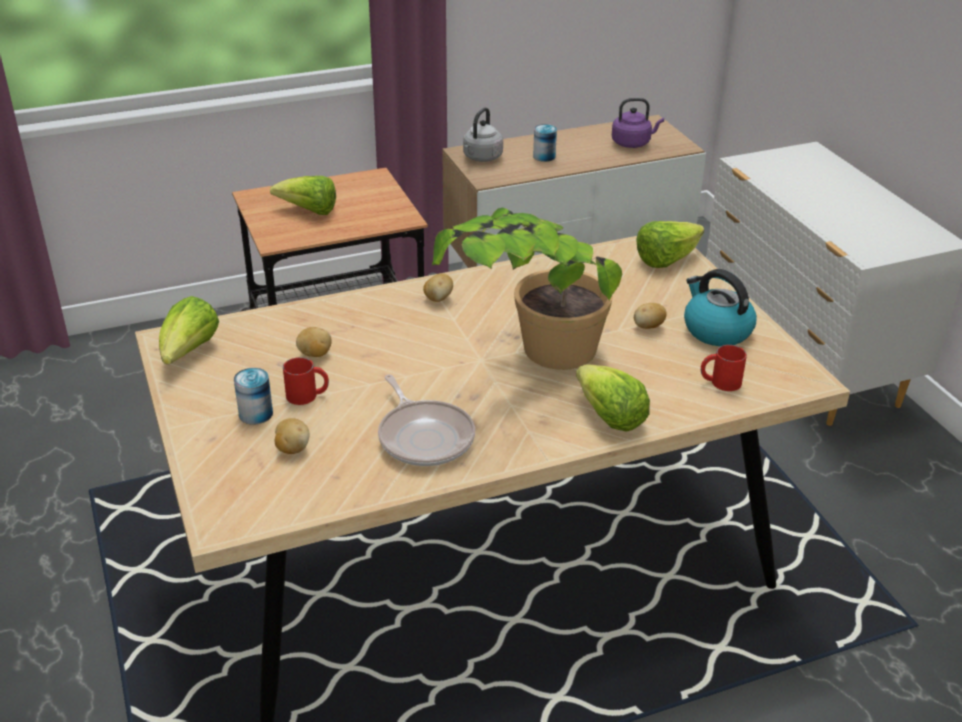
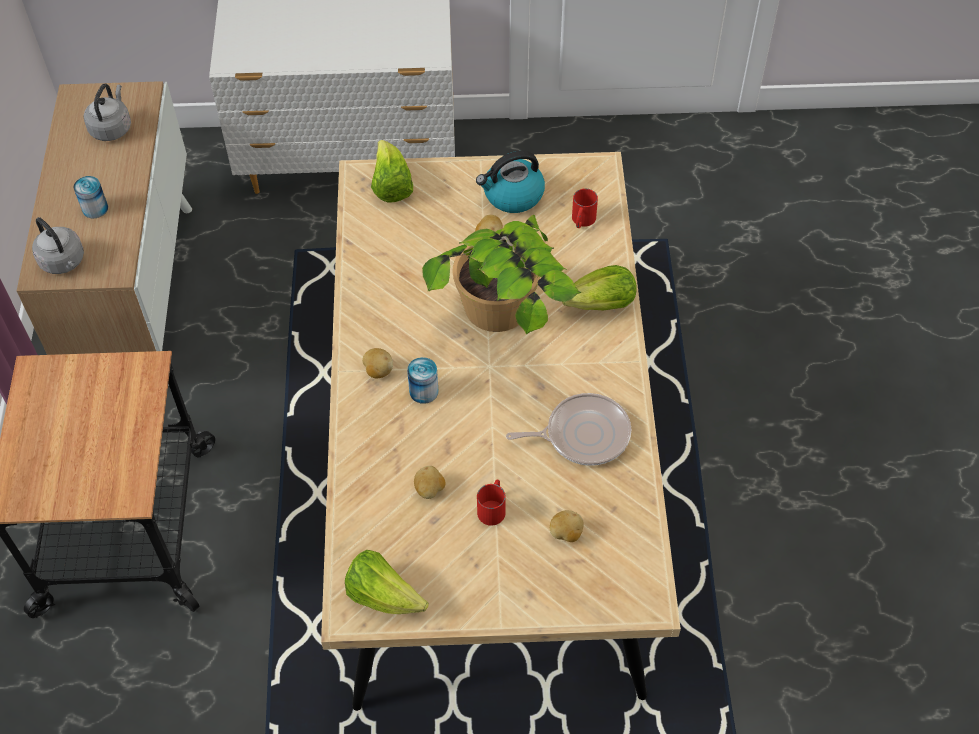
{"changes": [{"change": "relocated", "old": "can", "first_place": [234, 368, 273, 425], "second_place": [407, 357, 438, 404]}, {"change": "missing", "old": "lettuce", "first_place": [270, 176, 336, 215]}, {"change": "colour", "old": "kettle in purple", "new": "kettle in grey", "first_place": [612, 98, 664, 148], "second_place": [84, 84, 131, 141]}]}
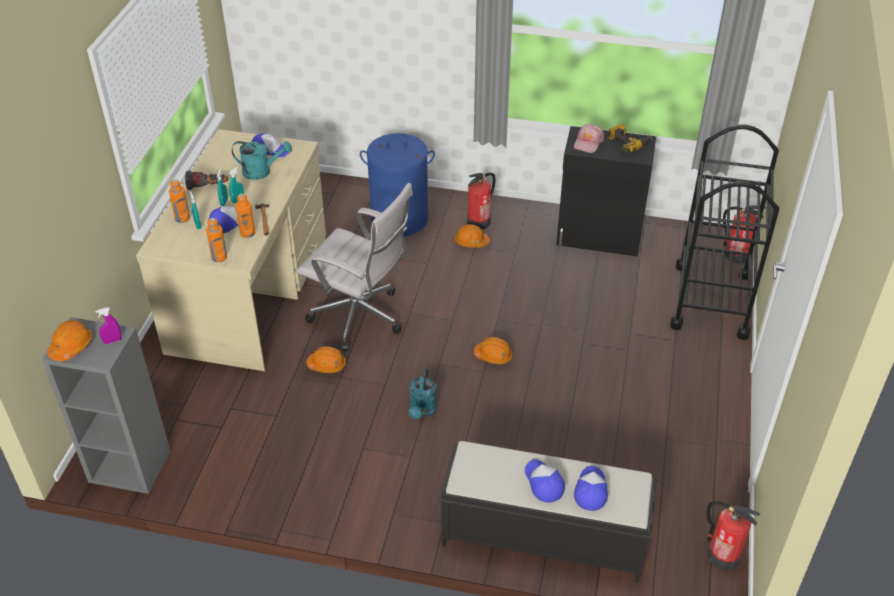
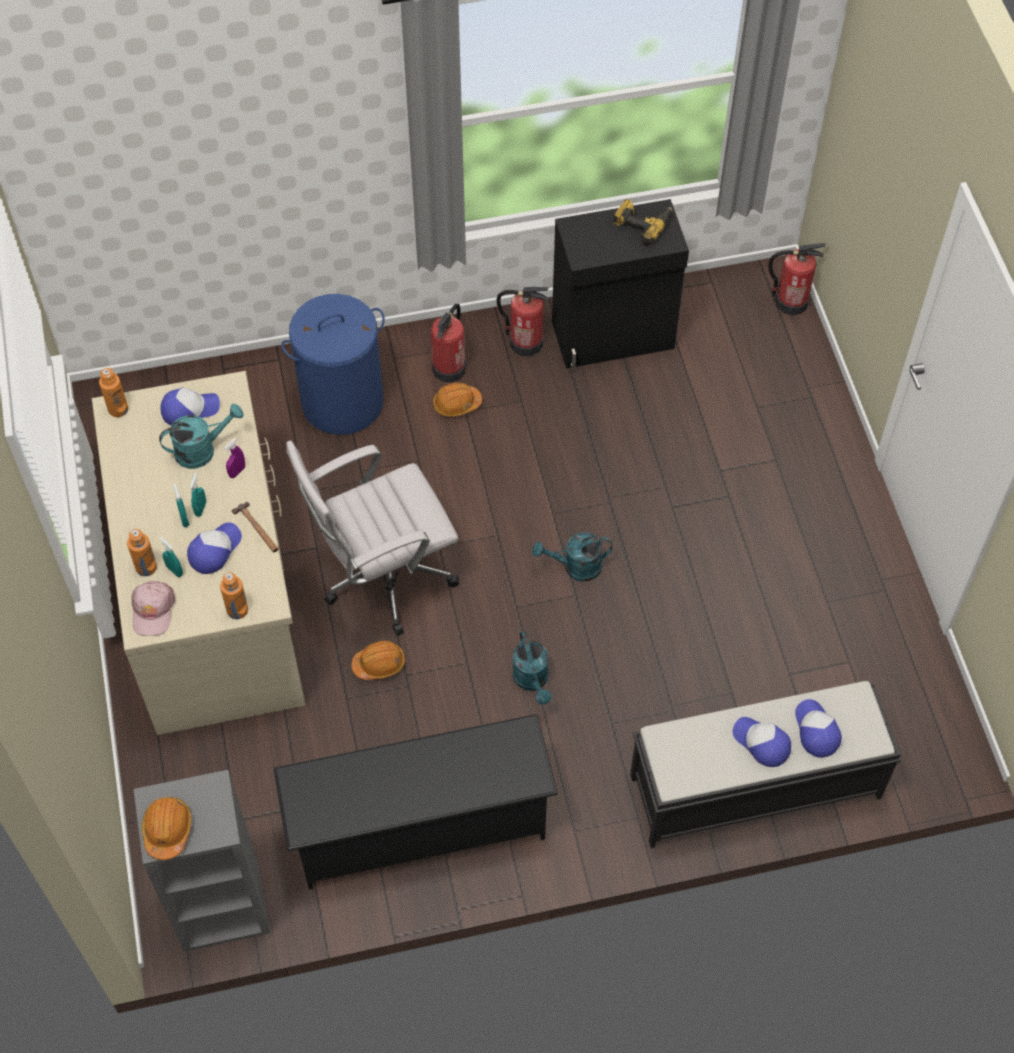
{"changes": [{"change": "relocated", "old": "spray bottle in purple", "first_place": [95, 307, 121, 344], "second_place": [224, 438, 245, 478]}, {"change": "missing", "old": "flashlight", "first_place": [185, 171, 228, 190]}, {"change": "relocated", "old": "bottle in orange", "first_place": [235, 194, 255, 238], "second_place": [99, 368, 128, 417]}, {"change": "spun", "old": "office chair in white", "first_place": [297, 183, 413, 352], "second_place": [286, 440, 459, 636], "degrees": 150}, {"change": "exchanged", "old": "hard hat in orange", "new": "watering can in turquoise", "first_place": [474, 337, 513, 364], "second_place": [532, 532, 612, 582]}, {"change": "relocated", "old": "cap in pink", "first_place": [574, 124, 605, 153], "second_place": [131, 581, 175, 636]}, {"change": "missing", "old": "cart in black", "first_place": [670, 125, 779, 340]}, {"change": "relocated", "old": "fire extinguisher", "first_place": [706, 501, 760, 570], "second_place": [497, 287, 549, 356]}, {"change": "appeared", "new": "shoe rack in black", "second_place": [273, 714, 558, 890]}]}
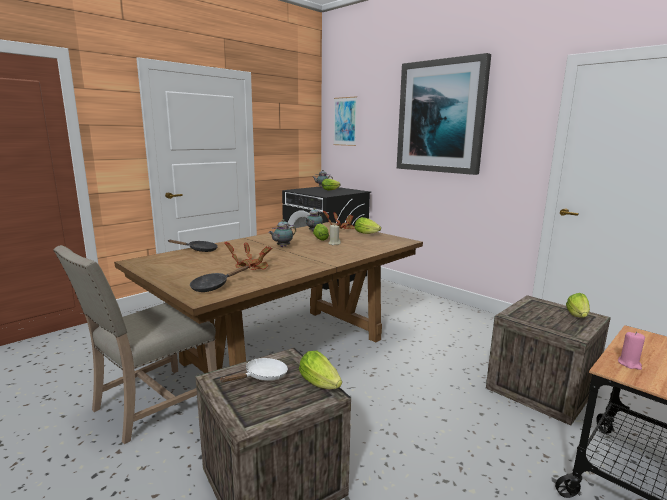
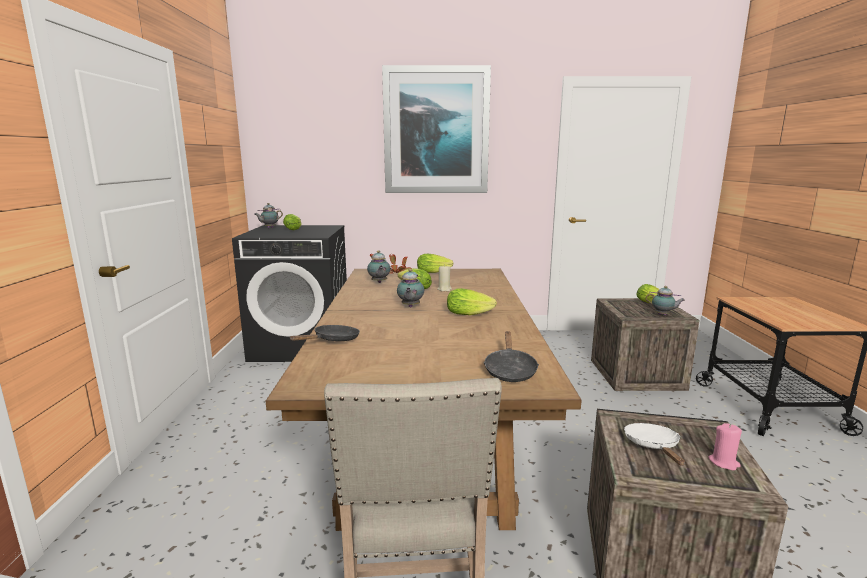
{"changes": [{"change": "missing", "old": "potted plant", "first_place": [224, 242, 272, 270]}, {"change": "relocated", "old": "lettuce", "first_place": [299, 351, 342, 389], "second_place": [447, 288, 497, 315]}, {"change": "missing", "old": "picture", "first_place": [333, 96, 357, 146]}, {"change": "relocated", "old": "candle in pink", "first_place": [618, 332, 645, 370], "second_place": [708, 423, 742, 470]}, {"change": "appeared", "new": "teapot", "second_place": [646, 286, 685, 315]}]}
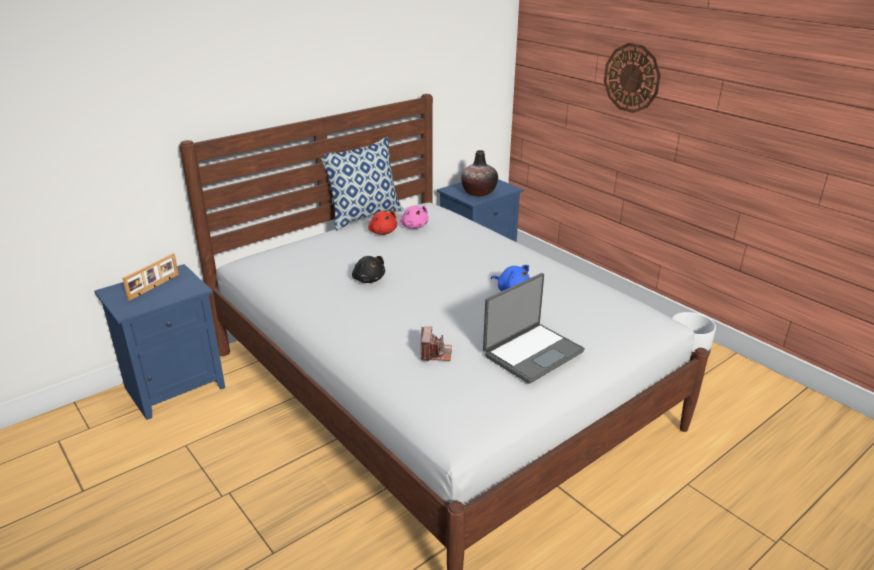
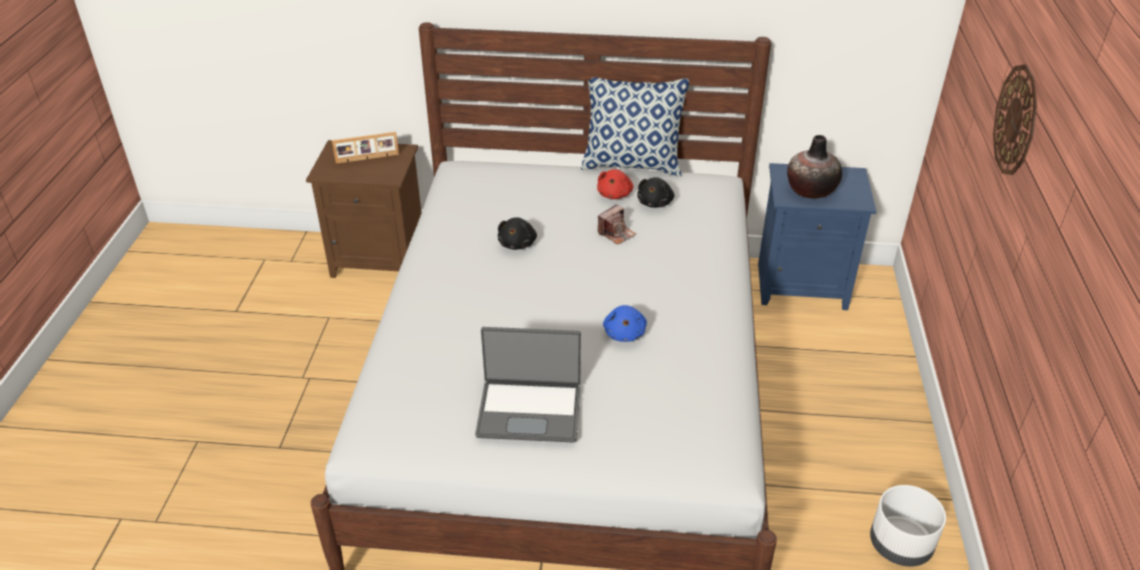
{"changes": [{"change": "colour", "old": "nightstand in blue", "new": "nightstand in brown", "first_place": [94, 264, 225, 420], "second_place": [306, 140, 422, 278]}, {"change": "colour", "old": "plush toy in pink", "new": "plush toy in black", "first_place": [400, 206, 429, 229], "second_place": [638, 177, 674, 208]}, {"change": "relocated", "old": "photo camera", "first_place": [421, 326, 452, 361], "second_place": [598, 204, 636, 244]}]}
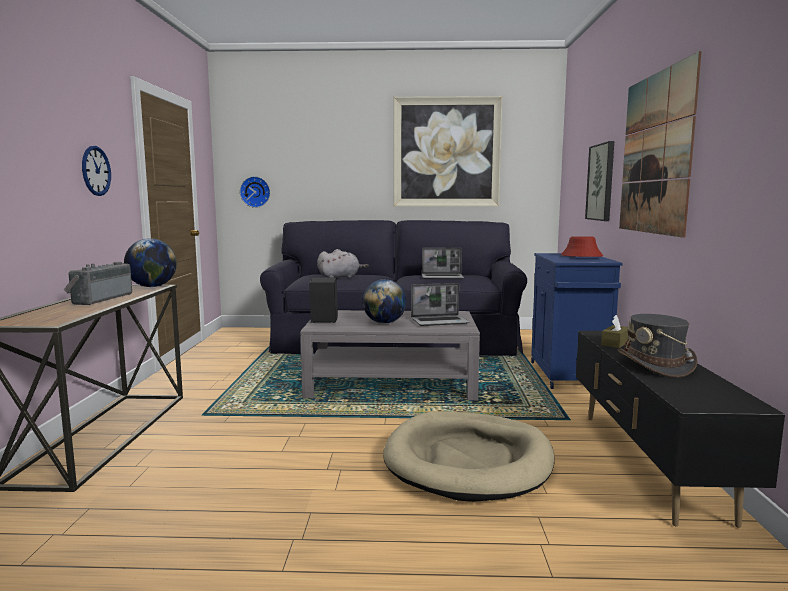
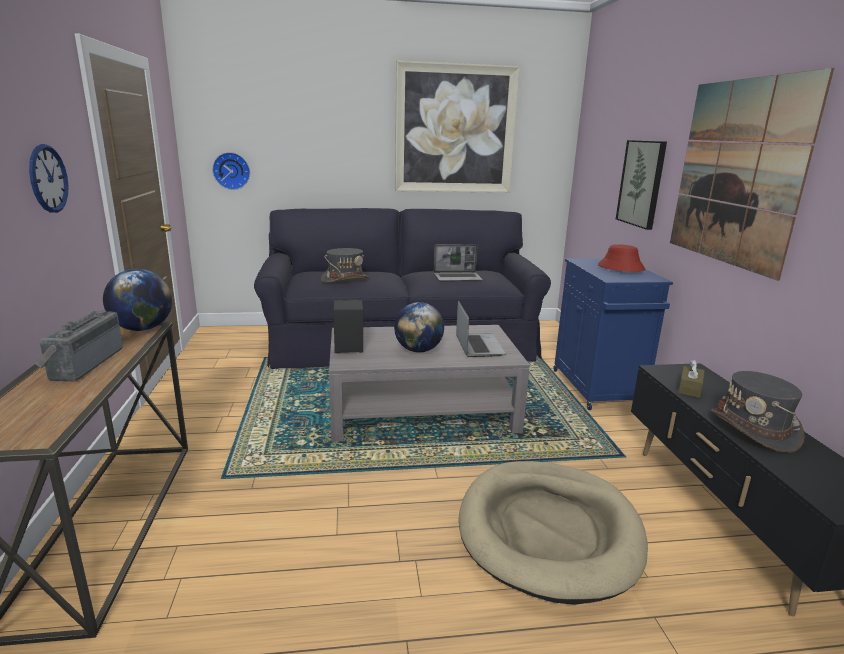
{"changes": [{"change": "exchanged", "old": "plush toy in grey", "new": "hat in grey", "first_place": [317, 249, 369, 278], "second_place": [321, 248, 370, 283]}, {"change": "spun", "old": "laptop", "first_place": [411, 283, 470, 326], "second_place": [456, 301, 506, 357], "degrees": -75}]}
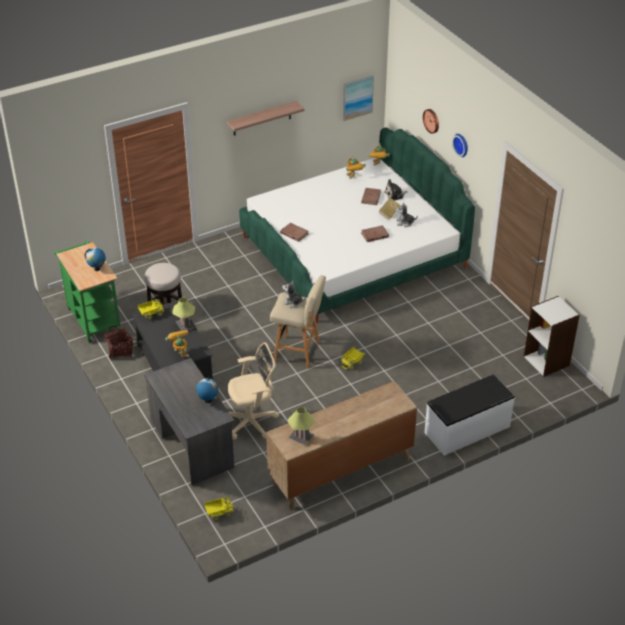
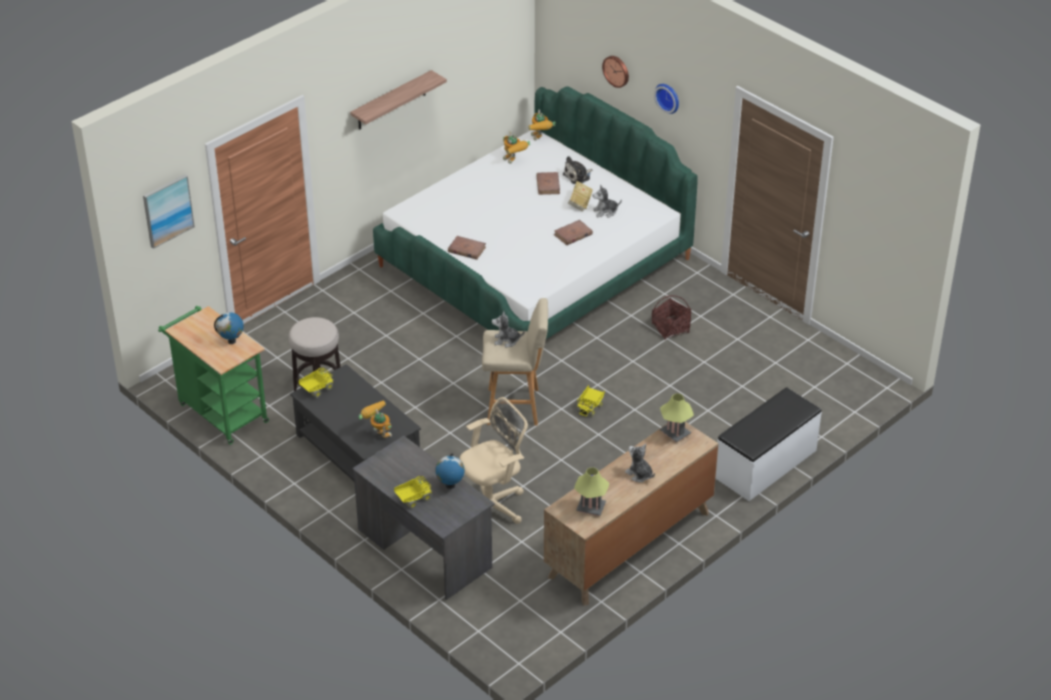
{"changes": [{"change": "relocated", "old": "basket", "first_place": [104, 326, 133, 359], "second_place": [652, 295, 692, 340]}, {"change": "relocated", "old": "table lamp", "first_place": [172, 297, 195, 331], "second_place": [660, 393, 694, 443]}, {"change": "relocated", "old": "toy truck", "first_place": [205, 497, 234, 521], "second_place": [394, 476, 432, 509]}, {"change": "relocated", "old": "picture", "first_place": [343, 75, 374, 121], "second_place": [143, 174, 195, 249]}, {"change": "missing", "old": "bookcase in white", "first_place": [524, 296, 580, 377]}, {"change": "appeared", "new": "plush toy", "second_place": [625, 444, 655, 482]}]}
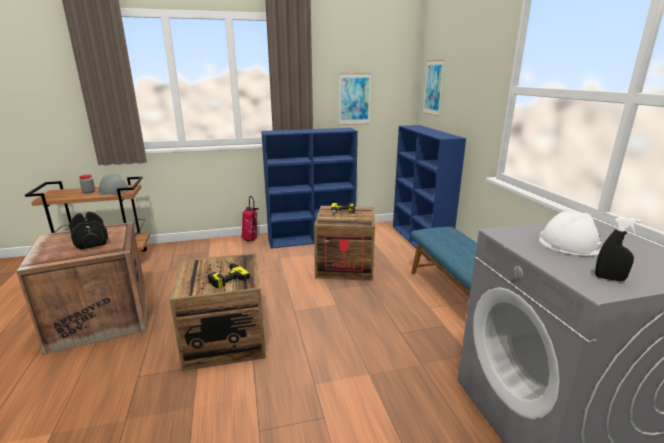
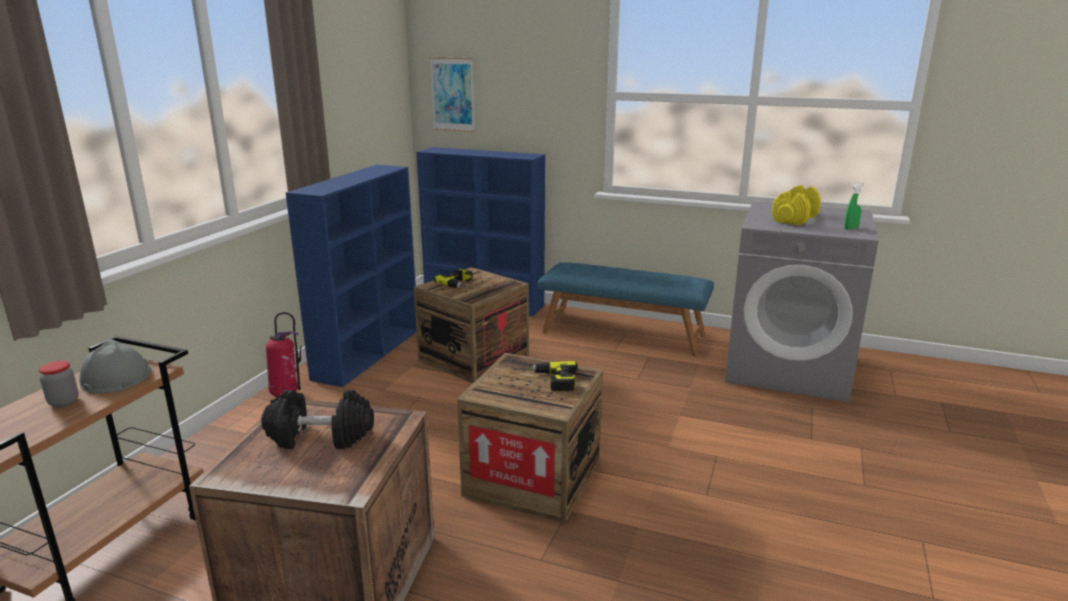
{"changes": [{"change": "missing", "old": "picture", "first_place": [339, 73, 371, 125]}, {"change": "exchanged", "old": "hard hat in white", "new": "dumbbell in yellow", "first_place": [539, 211, 603, 256], "second_place": [772, 185, 821, 226]}, {"change": "colour", "old": "spray bottle in black", "new": "spray bottle in green", "first_place": [595, 217, 641, 281], "second_place": [844, 183, 864, 230]}]}
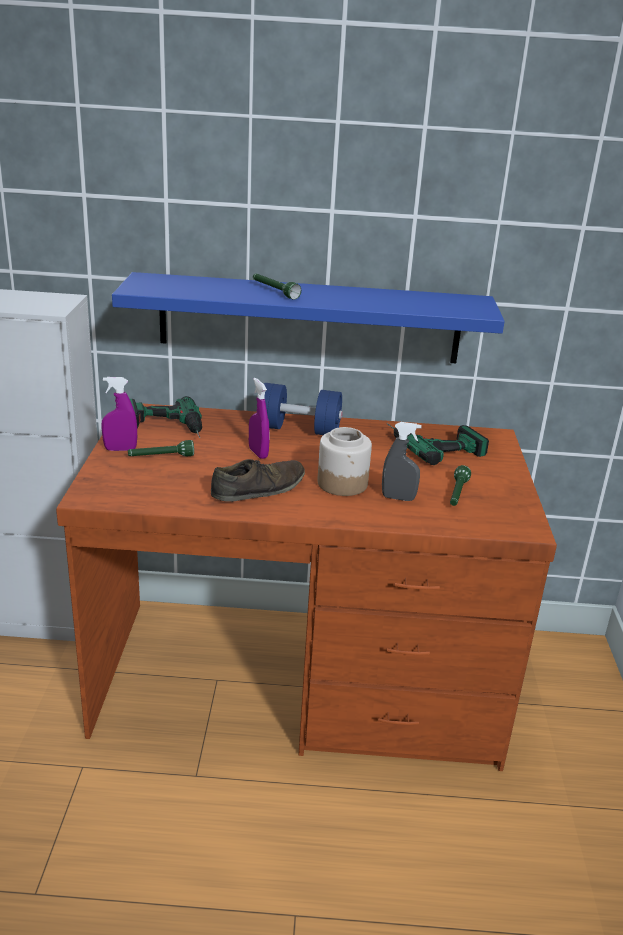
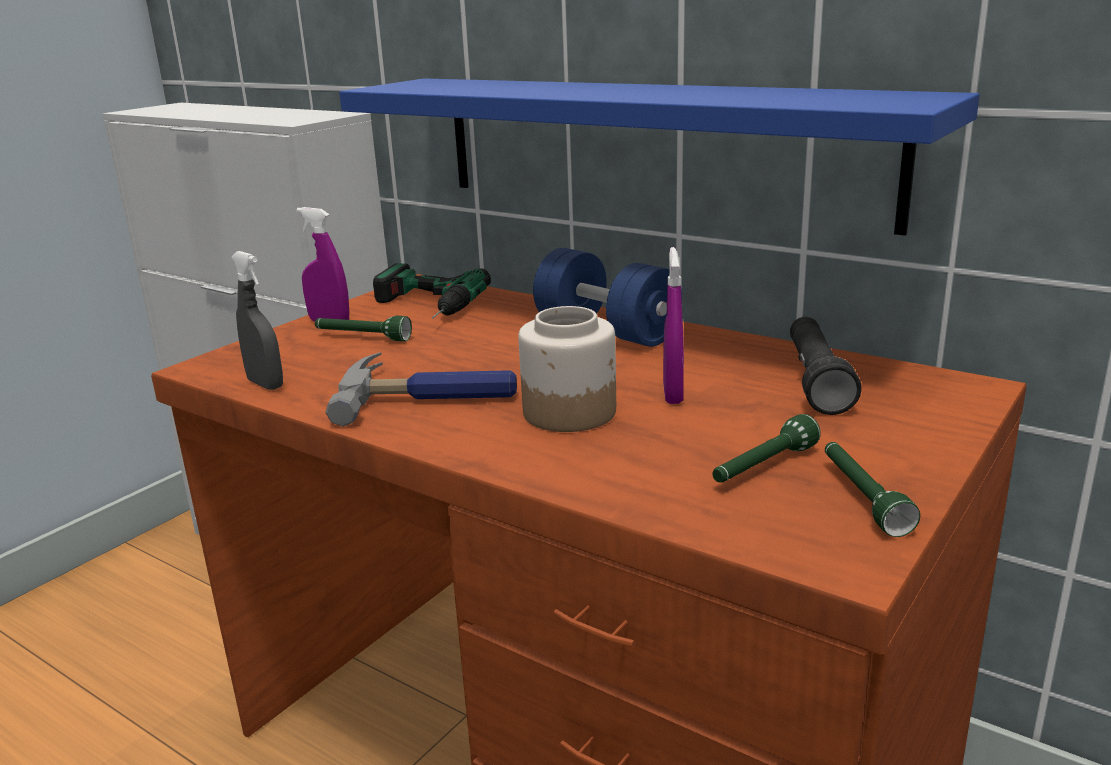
{"changes": [{"change": "exchanged", "old": "shoe in brown", "new": "hammer", "first_place": [211, 459, 305, 502], "second_place": [325, 353, 517, 427]}, {"change": "relocated", "old": "spray bottle in purple", "first_place": [249, 378, 270, 459], "second_place": [663, 247, 684, 404]}, {"change": "relocated", "old": "flashlight in green", "first_place": [253, 273, 301, 300], "second_place": [825, 442, 920, 537]}, {"change": "relocated", "old": "spray bottle in grey", "first_place": [382, 422, 422, 501], "second_place": [232, 251, 283, 390]}, {"change": "exchanged", "old": "power drill", "new": "flashlight in black", "first_place": [386, 423, 489, 465], "second_place": [790, 317, 861, 415]}]}
